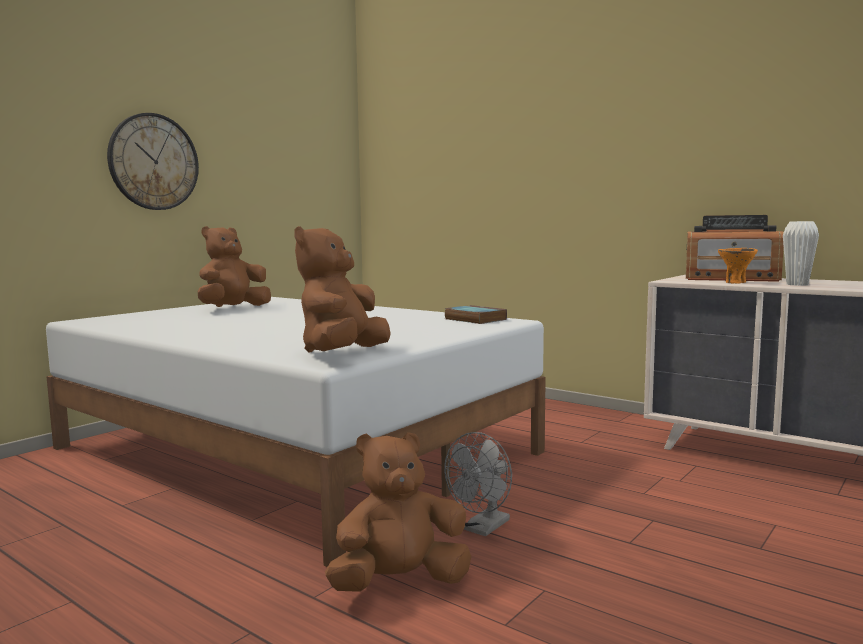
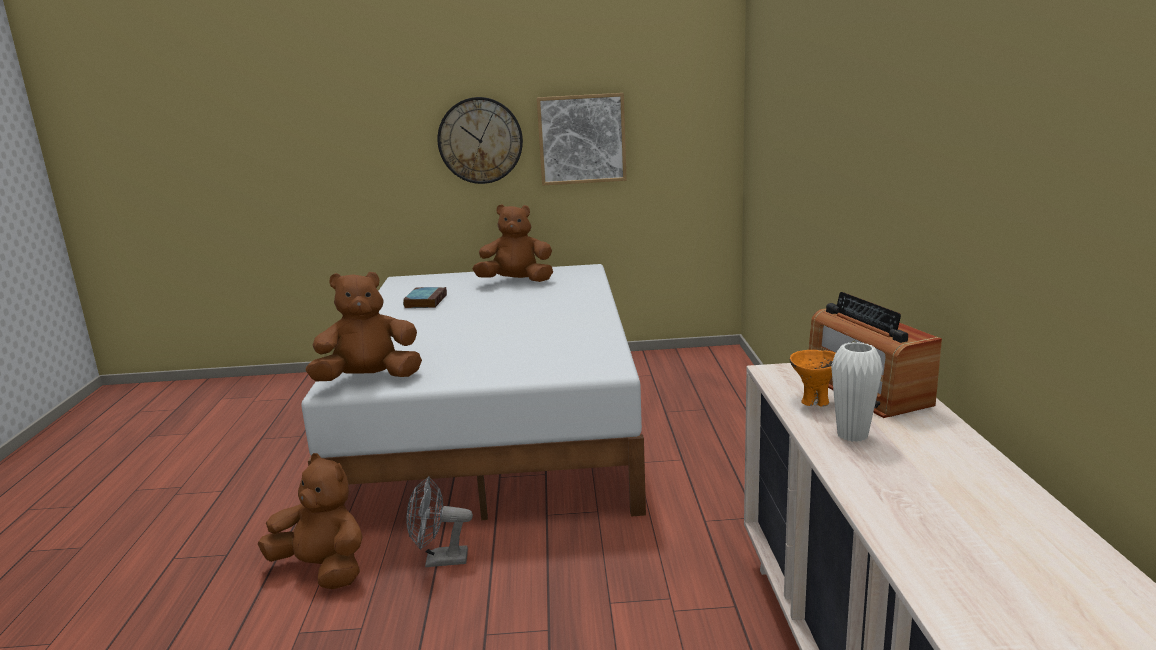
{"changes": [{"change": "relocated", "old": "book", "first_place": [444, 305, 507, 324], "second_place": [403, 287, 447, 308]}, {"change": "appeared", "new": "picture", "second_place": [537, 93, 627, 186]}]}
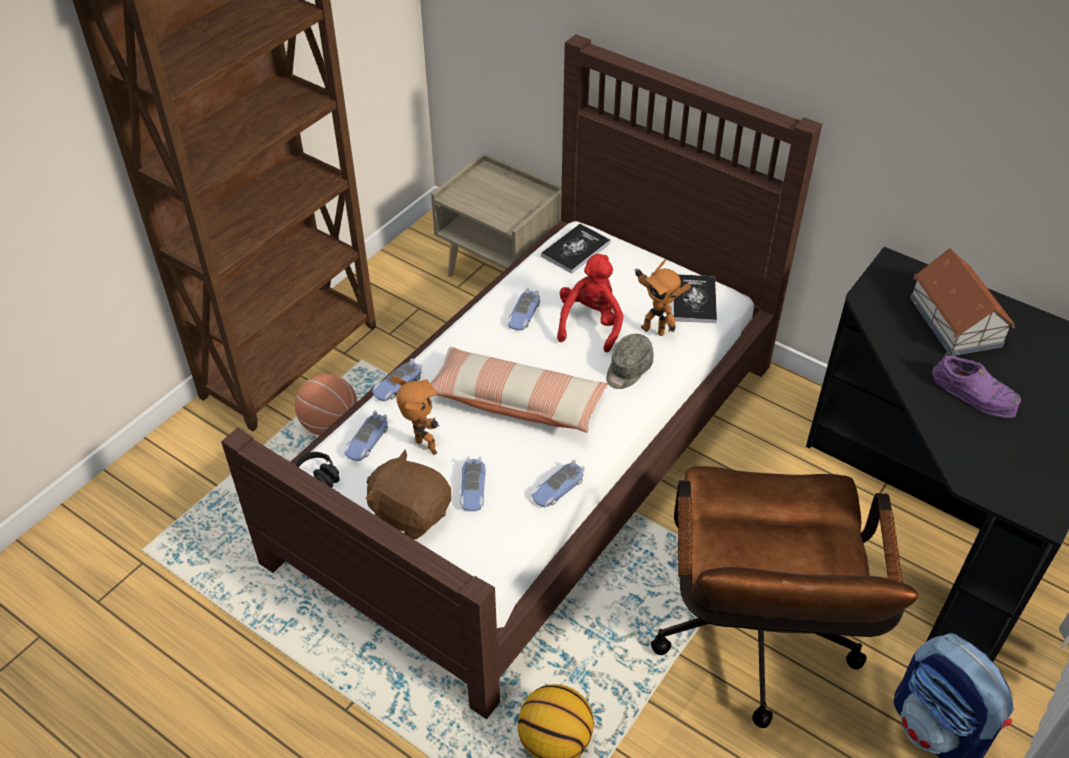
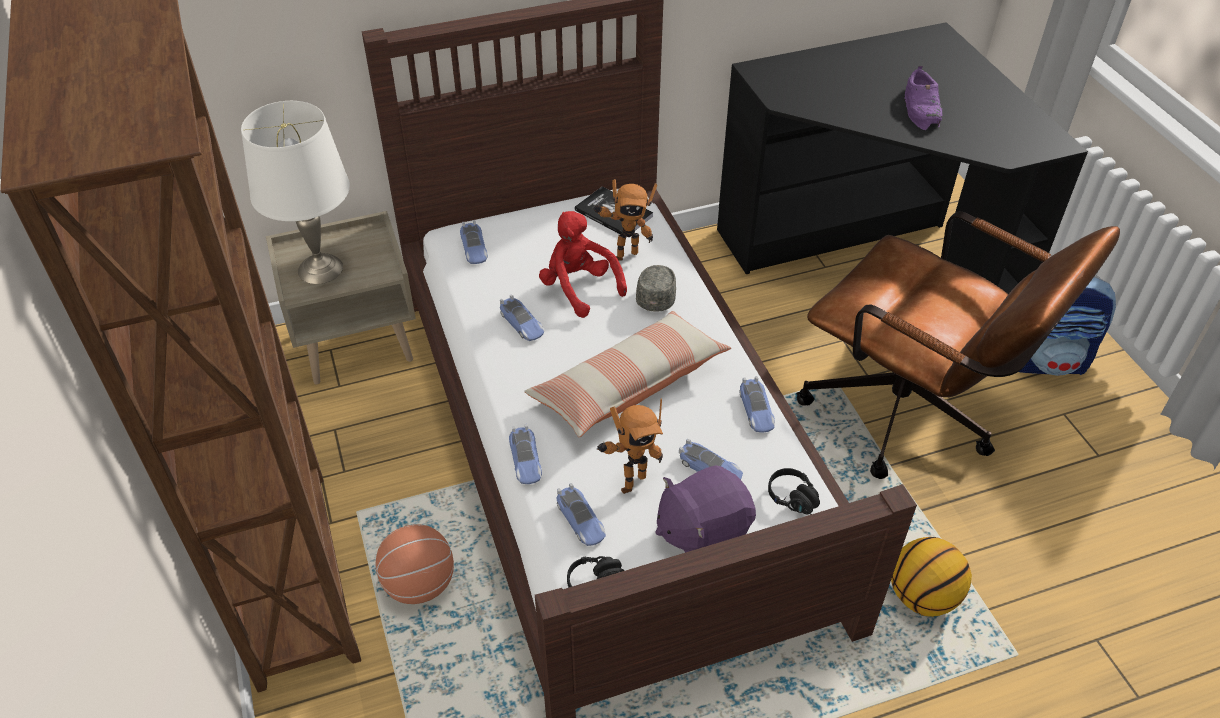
{"changes": [{"change": "colour", "old": "plush toy in brown", "new": "plush toy in purple", "first_place": [366, 450, 451, 539], "second_place": [656, 465, 756, 553]}, {"change": "spun", "old": "toy robot", "first_place": [391, 376, 439, 455], "second_place": [597, 398, 663, 494], "degrees": 150}, {"change": "exchanged", "old": "book", "new": "toy car", "first_place": [541, 224, 610, 274], "second_place": [460, 220, 488, 264]}, {"change": "spun", "old": "cap in grey", "first_place": [606, 334, 654, 389], "second_place": [636, 265, 676, 312], "degrees": -150}, {"change": "missing", "old": "toy house", "first_place": [910, 248, 1015, 356]}, {"change": "spun", "old": "shoe in purple", "first_place": [932, 352, 1021, 418], "second_place": [905, 66, 942, 130], "degrees": 105}, {"change": "appeared", "new": "table lamp in white", "second_place": [241, 101, 350, 284]}, {"change": "appeared", "new": "headphones in black", "second_place": [768, 468, 820, 515]}]}
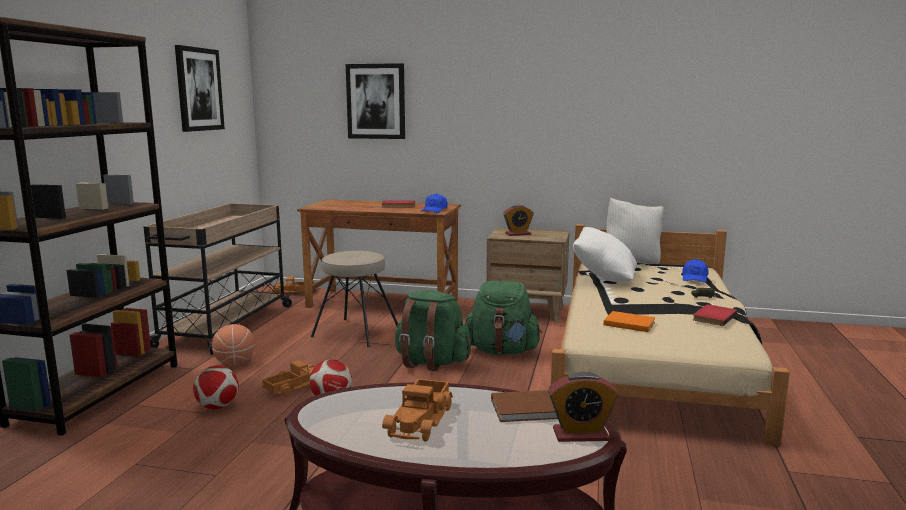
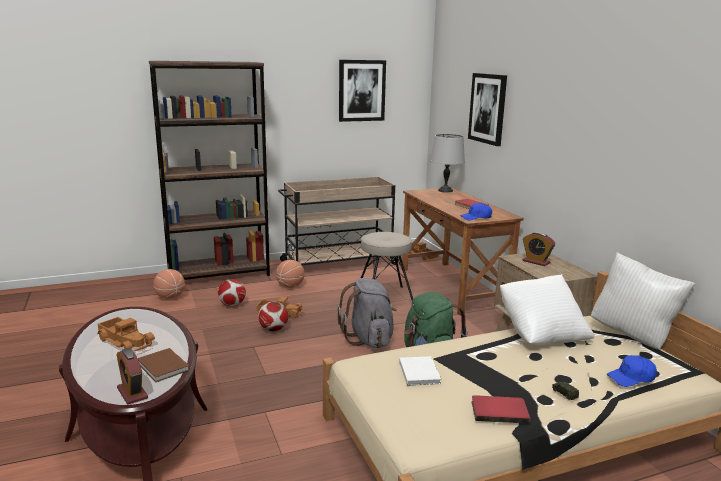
{"changes": [{"change": "spun", "old": "toy truck", "first_place": [382, 379, 453, 442], "second_place": [97, 317, 155, 351], "degrees": -120}, {"change": "colour", "old": "backpack in green", "new": "backpack in grey", "first_place": [395, 290, 471, 371], "second_place": [337, 278, 397, 348]}, {"change": "colour", "old": "book in orange", "new": "book in white", "first_place": [604, 311, 655, 332], "second_place": [399, 356, 441, 386]}, {"change": "appeared", "new": "basketball", "second_place": [153, 269, 185, 299]}, {"change": "appeared", "new": "table lamp in grey", "second_place": [430, 134, 465, 193]}]}
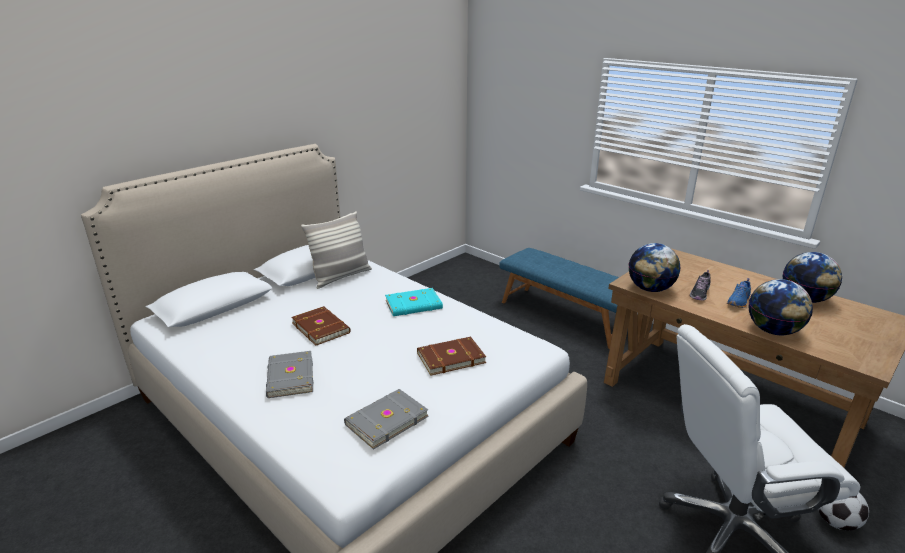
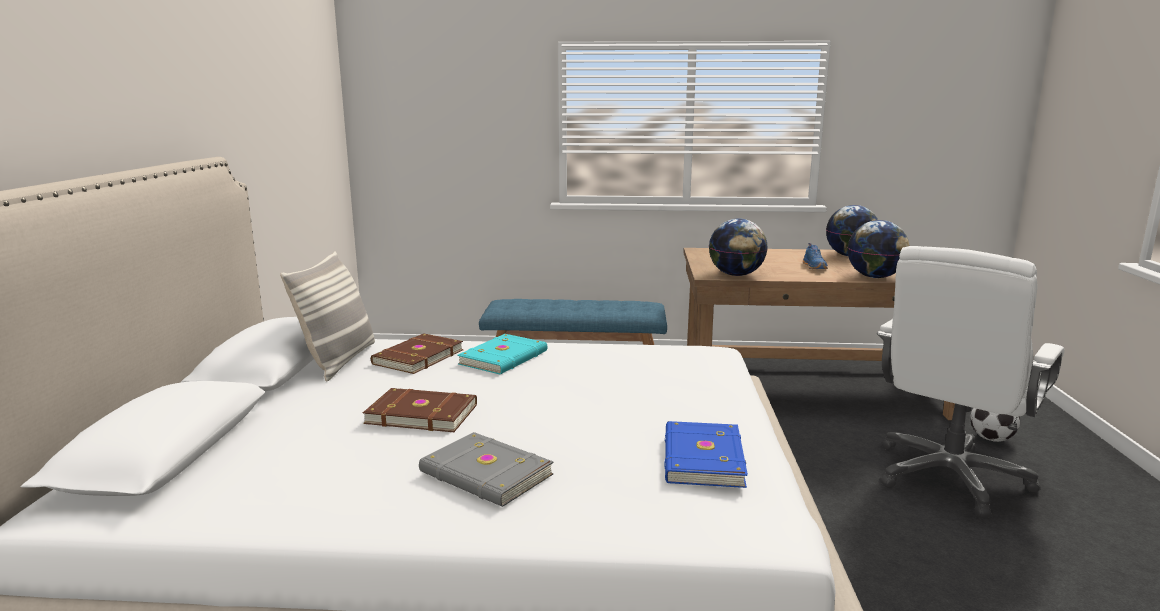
{"changes": [{"change": "colour", "old": "book in grey", "new": "book in blue", "first_place": [344, 389, 429, 449], "second_place": [664, 421, 748, 488]}, {"change": "relocated", "old": "book in brown", "first_place": [417, 337, 486, 376], "second_place": [371, 333, 463, 374]}, {"change": "missing", "old": "shoe", "first_place": [690, 270, 711, 301]}]}
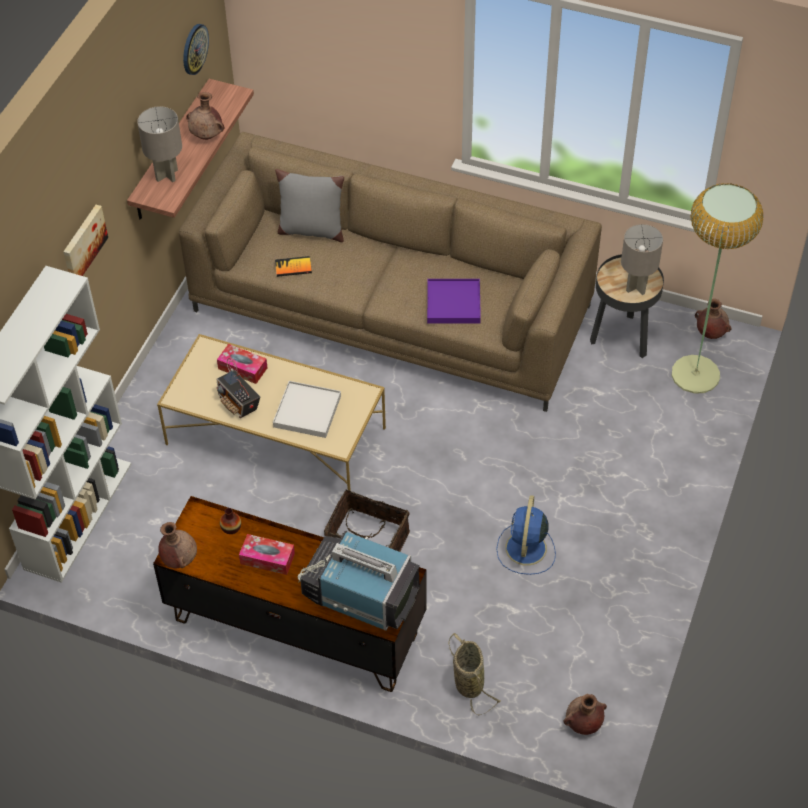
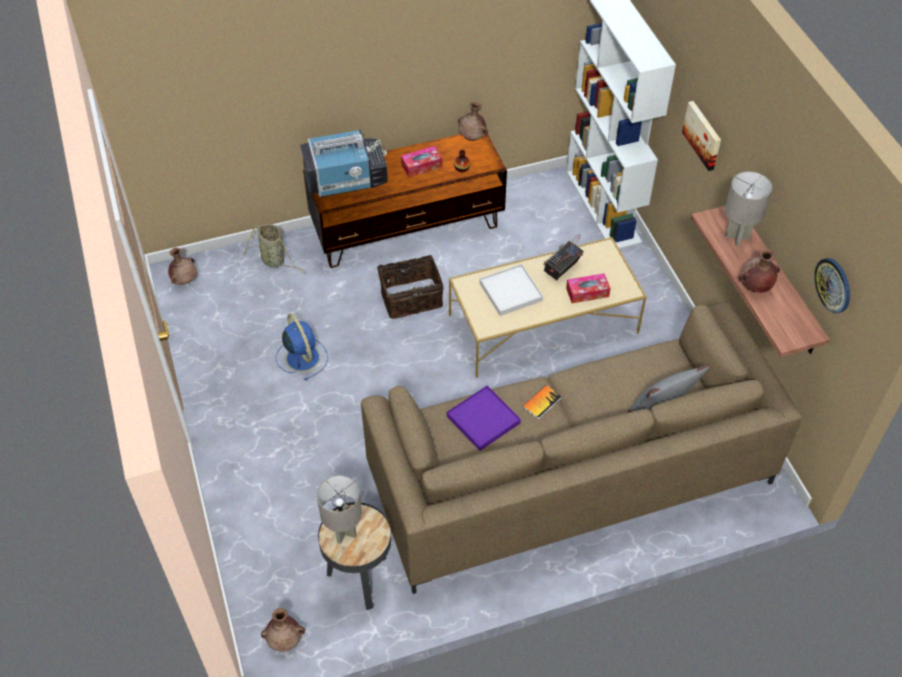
{"changes": [{"change": "spun", "old": "radio", "first_place": [216, 358, 260, 418], "second_place": [543, 234, 584, 280], "degrees": -60}, {"change": "relocated", "old": "book", "first_place": [275, 256, 312, 277], "second_place": [523, 385, 562, 420]}, {"change": "missing", "old": "floor lamp", "first_place": [671, 183, 764, 394]}]}
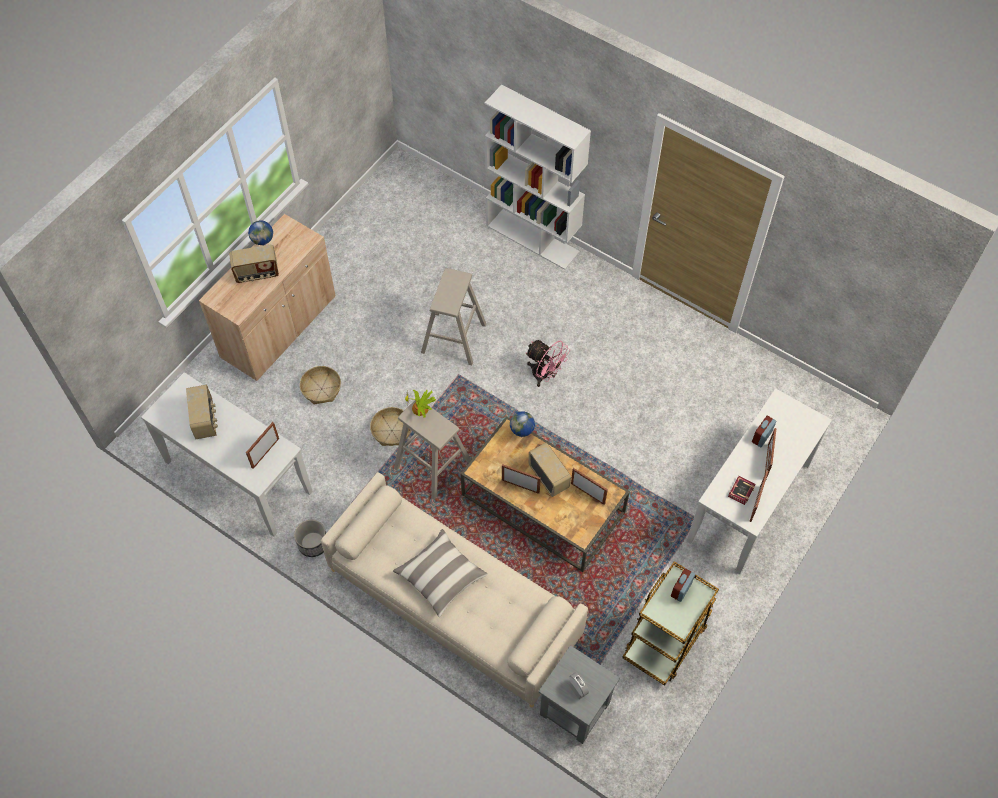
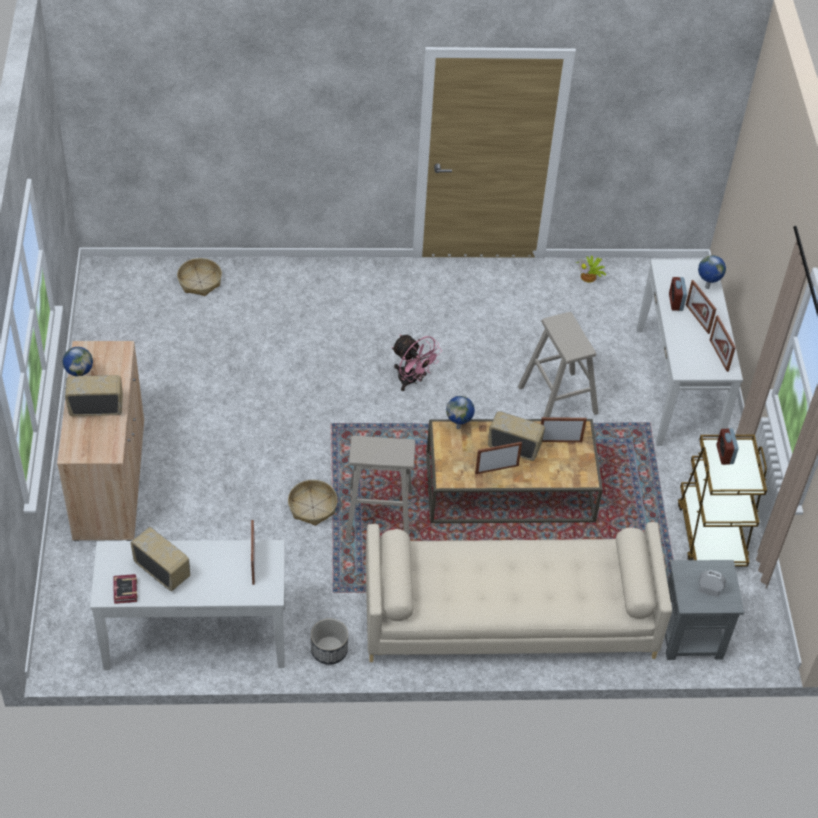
{"changes": [{"change": "spun", "old": "radio", "first_place": [229, 245, 279, 283], "second_place": [65, 375, 123, 416], "degrees": -135}, {"change": "relocated", "old": "basket", "first_place": [300, 366, 341, 405], "second_place": [177, 258, 222, 296]}, {"change": "missing", "old": "pillow", "first_place": [393, 529, 488, 617]}, {"change": "relocated", "old": "potted plant", "first_place": [405, 390, 436, 417], "second_place": [576, 256, 606, 283]}, {"change": "relocated", "old": "stool in beige", "first_place": [421, 268, 486, 365], "second_place": [518, 312, 599, 417]}, {"change": "missing", "old": "bookcase in white", "first_place": [485, 85, 591, 270]}, {"change": "spun", "old": "fan in pink", "first_place": [526, 340, 570, 387], "second_place": [391, 335, 442, 391], "degrees": 45}, {"change": "relocated", "old": "book", "first_place": [728, 476, 755, 505], "second_place": [113, 574, 138, 604]}, {"change": "appeared", "new": "globe", "second_place": [698, 255, 726, 289]}]}
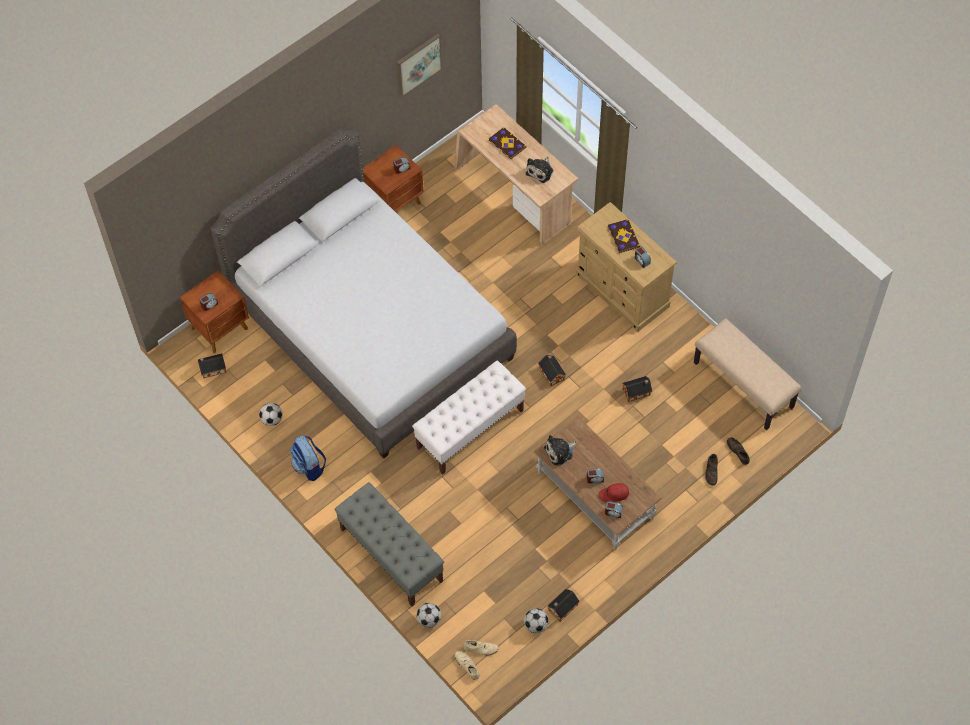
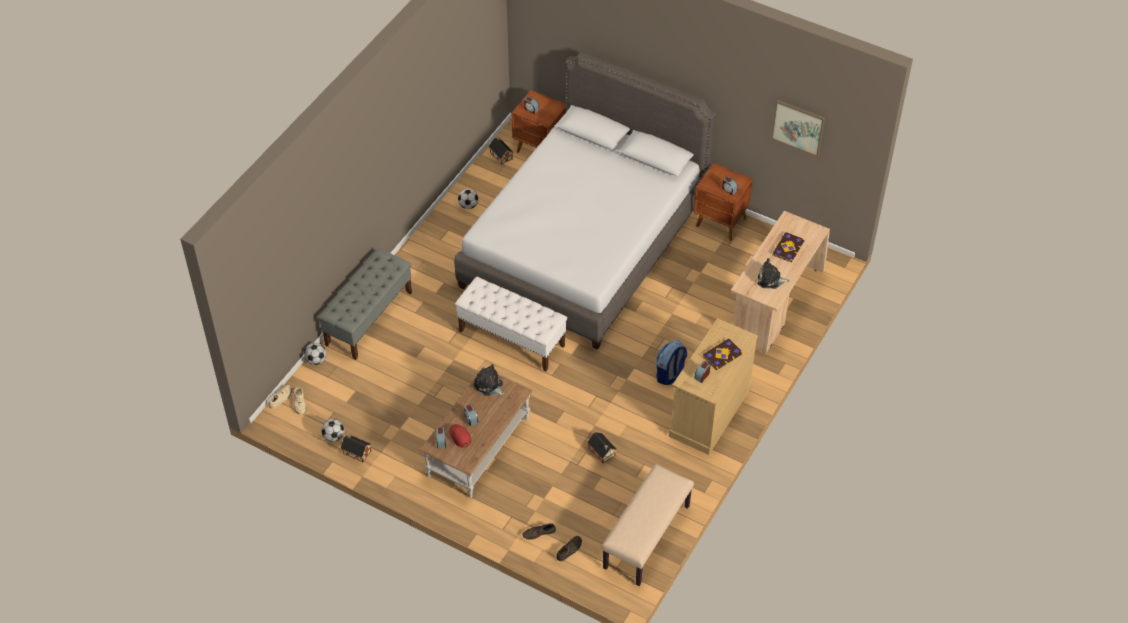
{"changes": [{"change": "relocated", "old": "backpack", "first_place": [290, 436, 326, 481], "second_place": [656, 340, 687, 385]}, {"change": "missing", "old": "toy house", "first_place": [538, 355, 566, 386]}]}
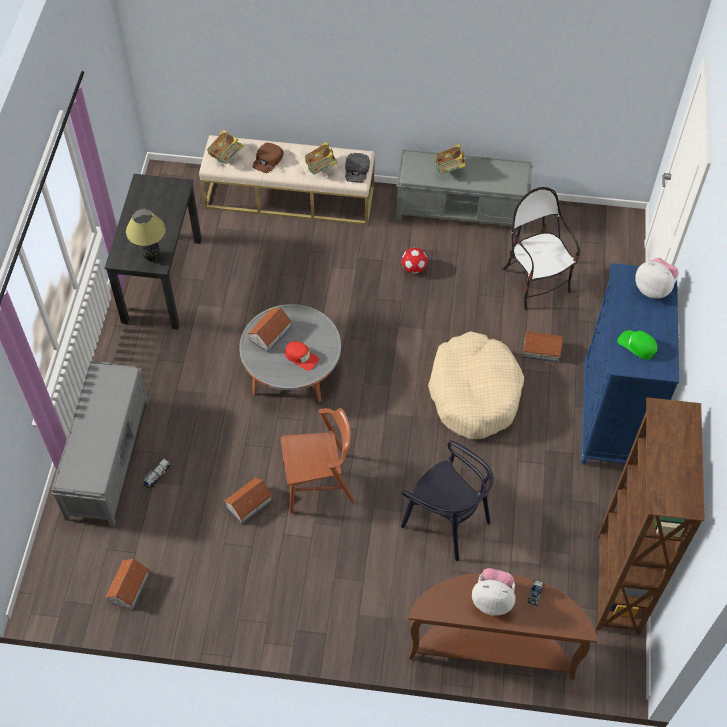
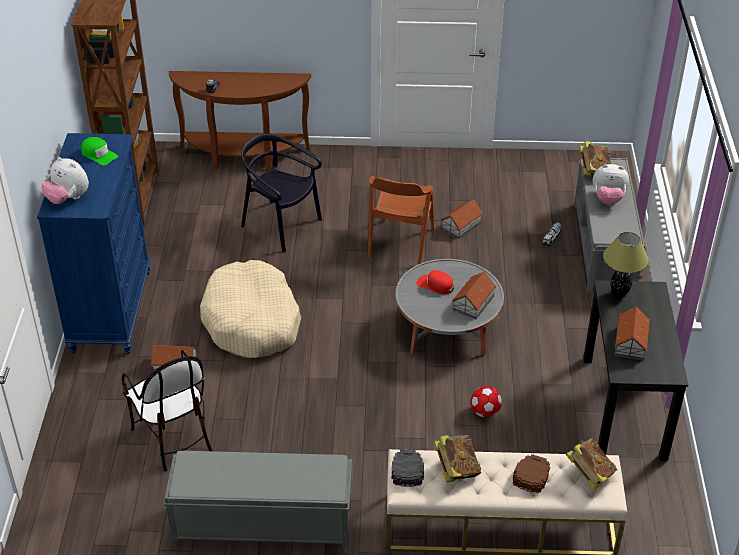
{"changes": [{"change": "relocated", "old": "toy house", "first_place": [105, 559, 149, 610], "second_place": [614, 306, 650, 361]}, {"change": "spun", "old": "chair in brown", "first_place": [281, 408, 355, 514], "second_place": [368, 176, 434, 264], "degrees": -60}, {"change": "relocated", "old": "football", "first_place": [402, 248, 427, 274], "second_place": [470, 386, 502, 418]}, {"change": "relocated", "old": "book", "first_place": [435, 144, 466, 175], "second_place": [579, 141, 611, 176]}, {"change": "relocated", "old": "plush toy", "first_place": [472, 568, 515, 616], "second_place": [593, 164, 629, 205]}]}
